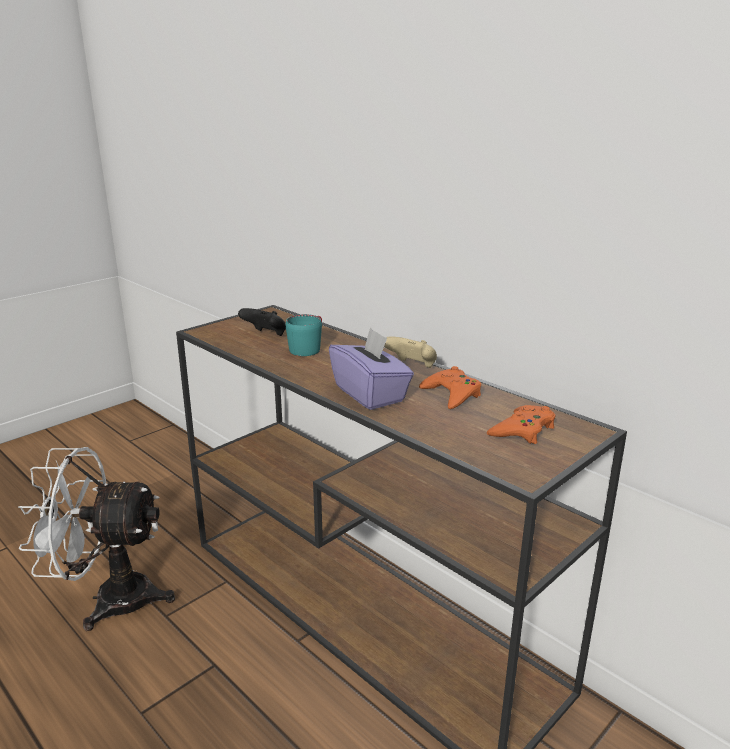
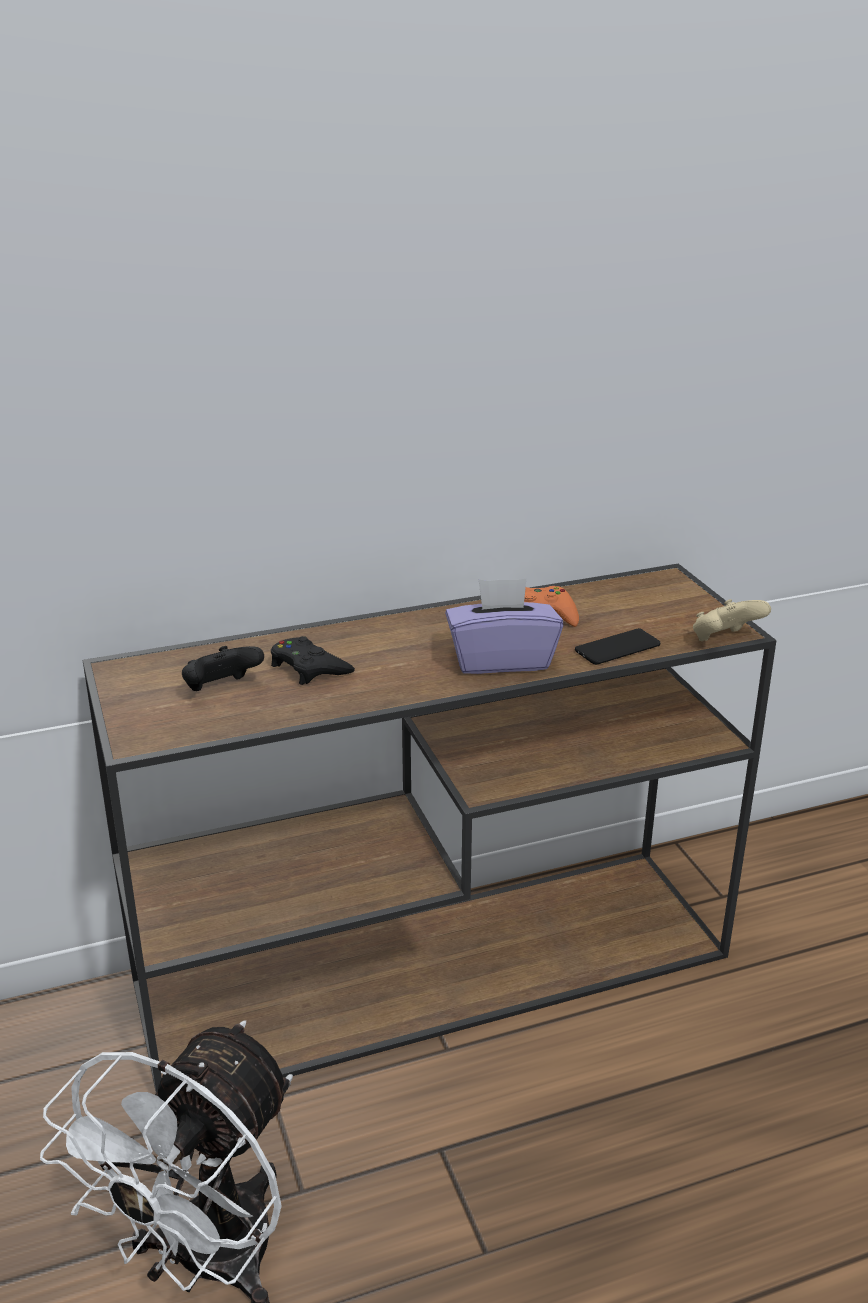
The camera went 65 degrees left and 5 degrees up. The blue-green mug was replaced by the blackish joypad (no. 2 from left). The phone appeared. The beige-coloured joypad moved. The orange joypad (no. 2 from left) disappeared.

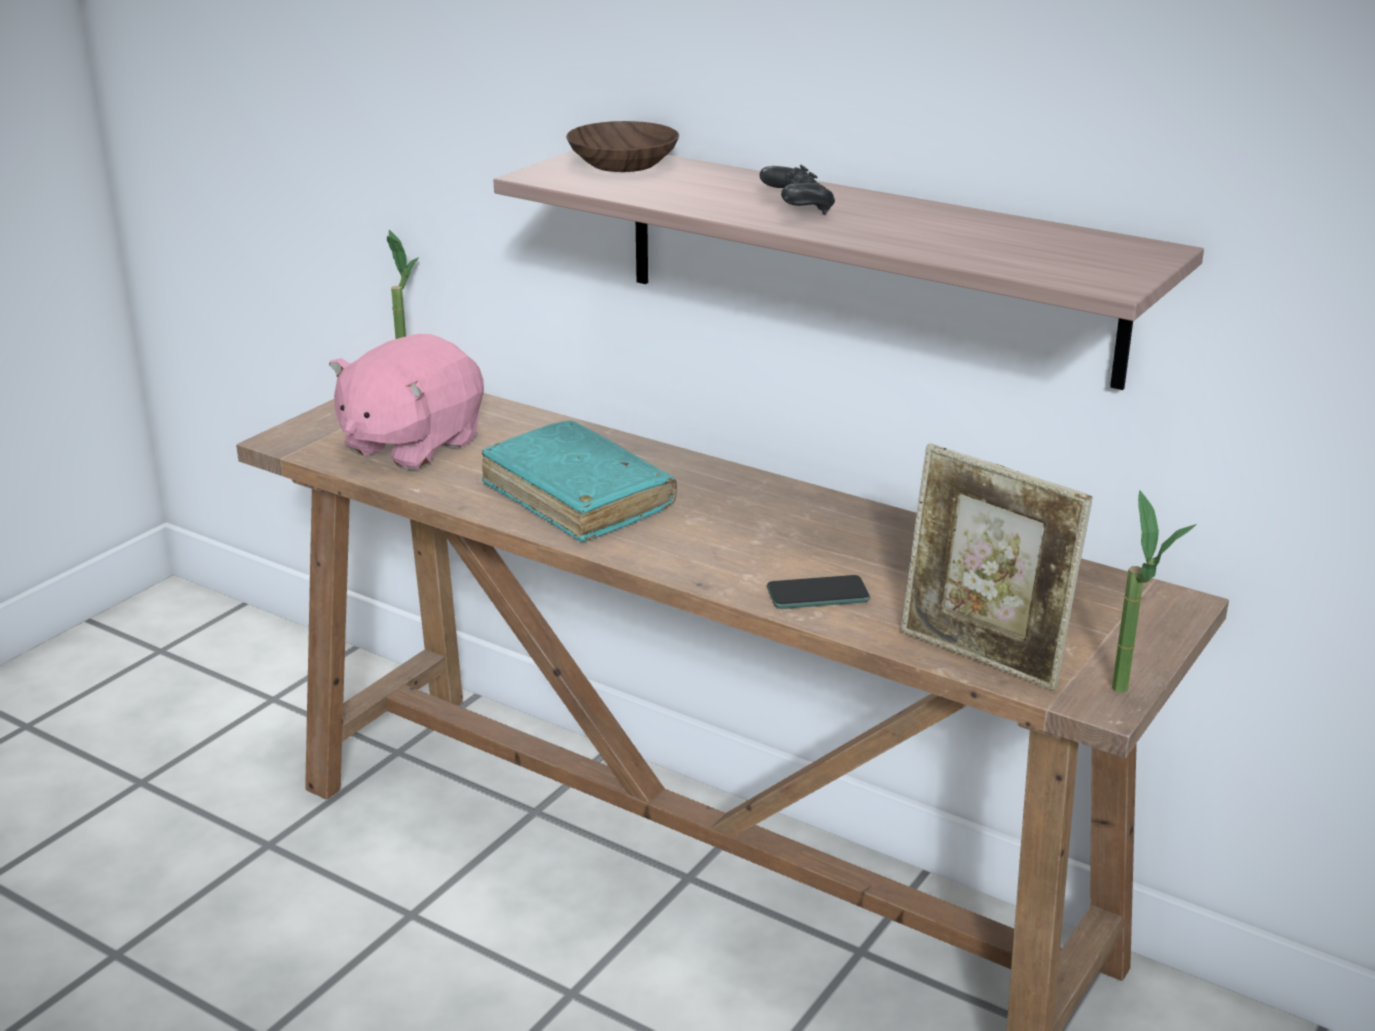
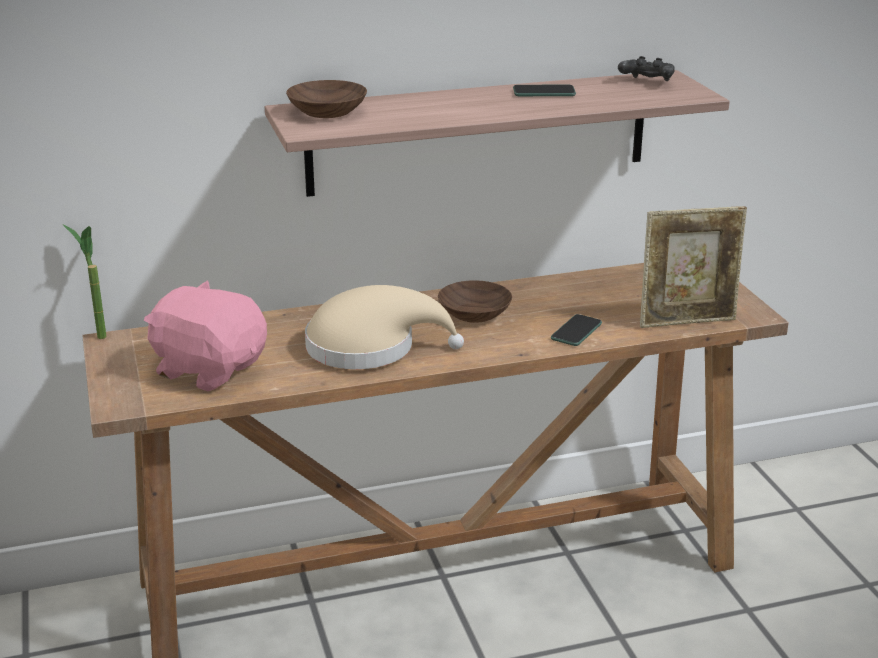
The camera went 50 degrees left and 0 degrees up. The pinkish soft toy turned 135 degrees clockwise. The blue-green bound book was replaced by the beige-coloured clothing hat. The brown-coloured deep dish (no. 2 from left) appeared. The phone (no. 1 from left) appeared. The blackish joypad moved. The plant in a pot (no. 2 from left) disappeared.

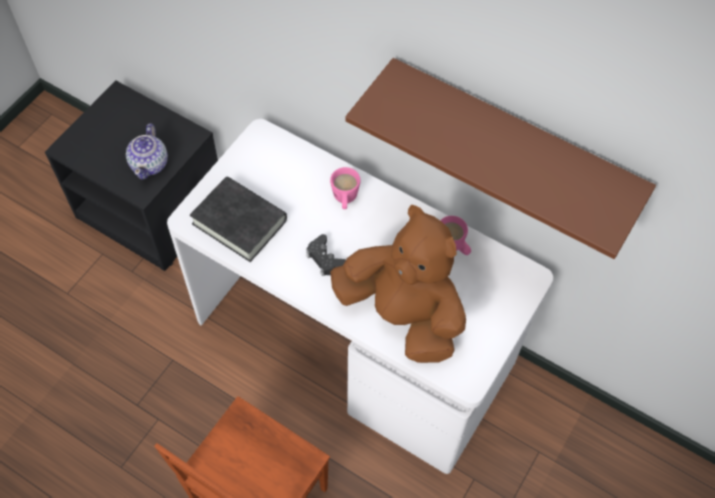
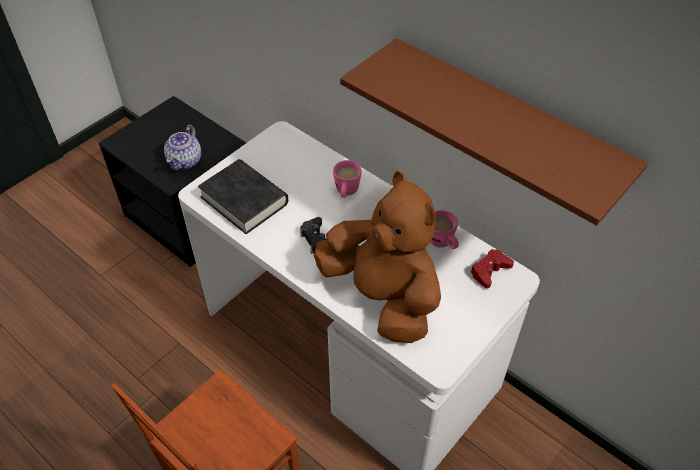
The camera went 10 degrees right and 10 degrees down. The reddish joypad appeared.

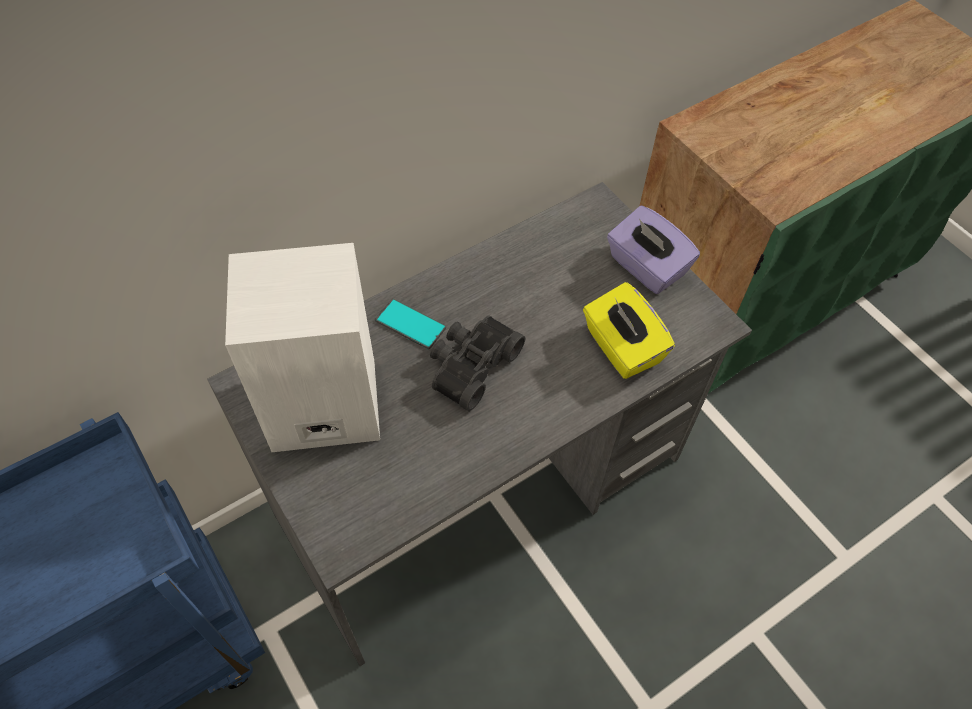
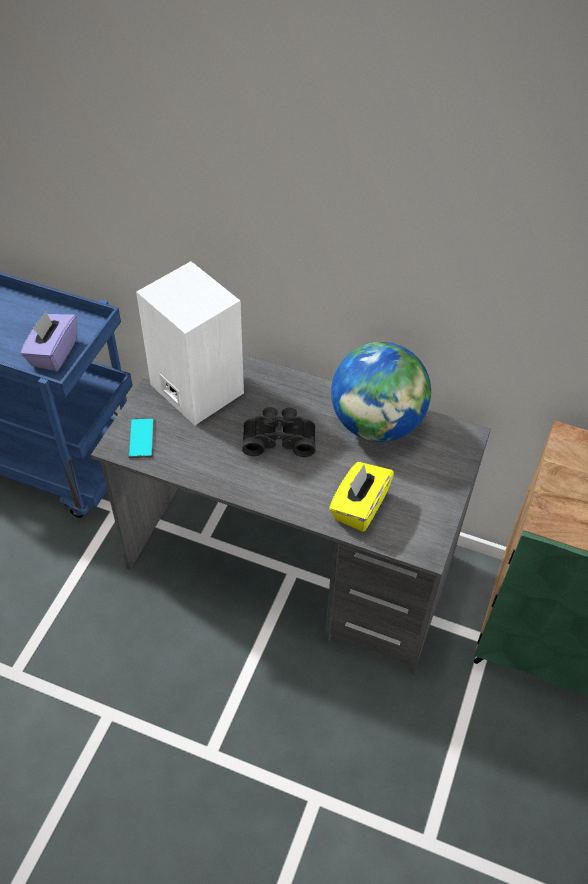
The camera went 55 degrees right and 5 degrees down. The purple box of tissues moved. The phone moved. The world globe appeared.

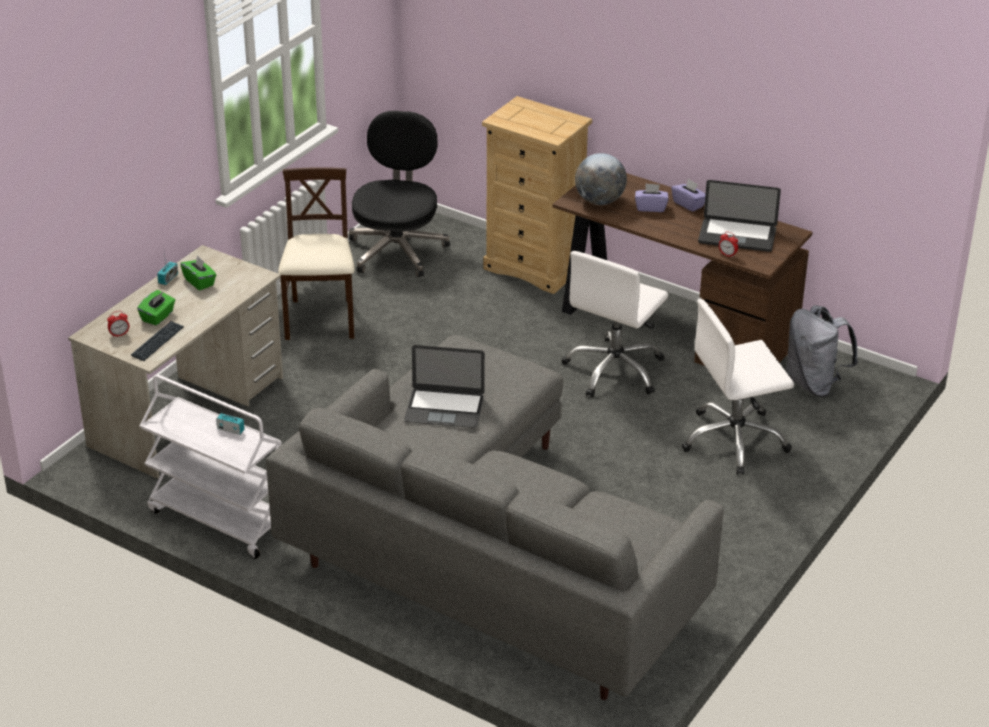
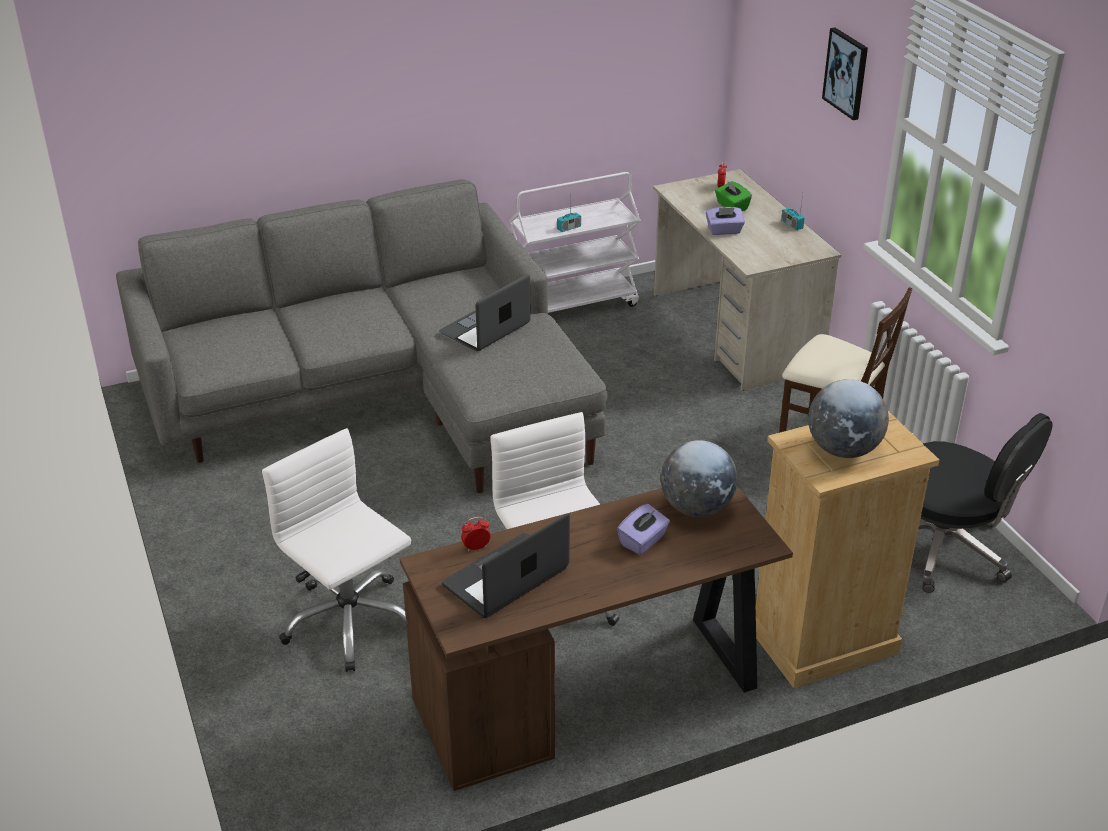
The camera went 125 degrees right and 0 degrees up. The white desk chair (no. 2 from left in the first image) turned 60 degrees counterclockwise. The purple box of tissues (no. 2 from left) moved. The world globe (no. 2 from left) appeared. The picture appeared. The PC keyboard disappeared. The green box of tissues (no. 2 from left) disappeared. The greyish backpack disappeared.

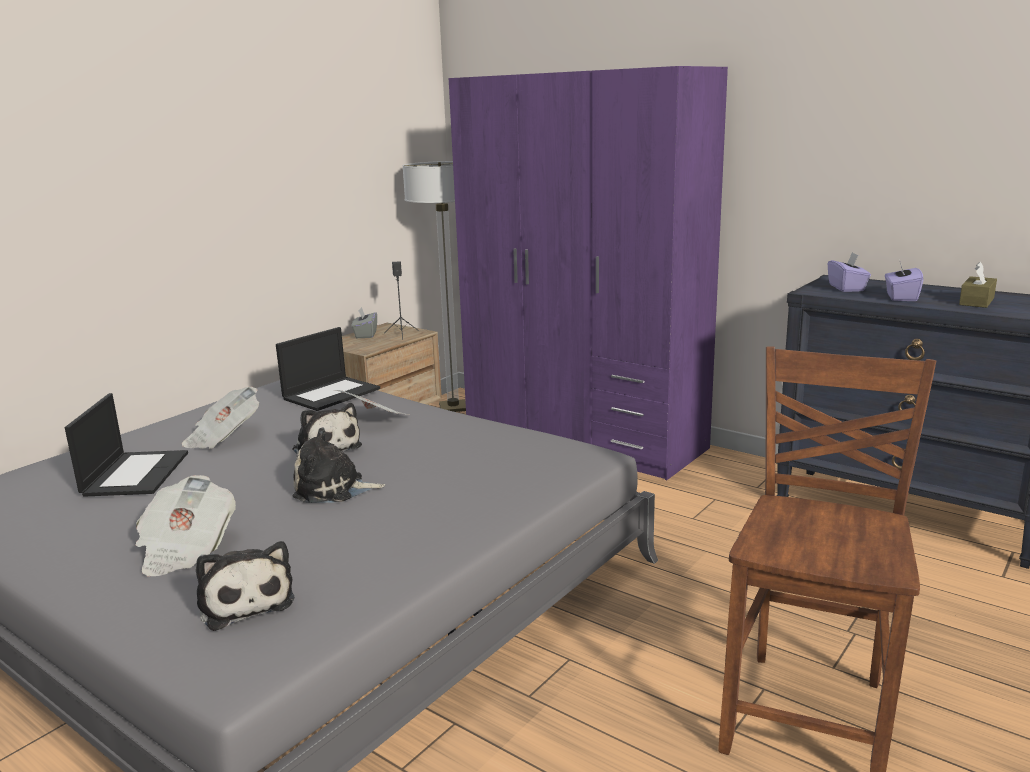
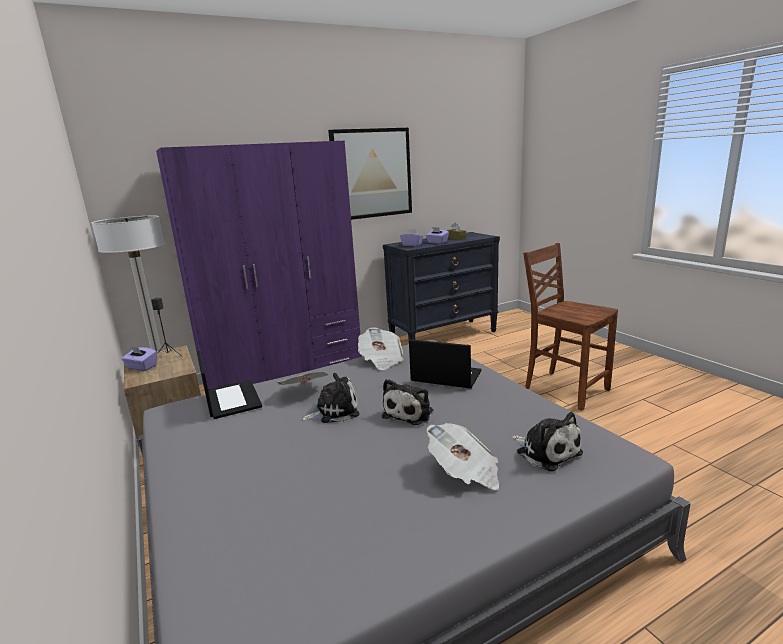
The camera went 65 degrees left and 0 degrees up. The greyish box of tissues became the purple box of tissues (no. 1 from left). The picture appeared. The daily paper (no. 2 from left) moved. The notebook computer (no. 1 from left in the first image) moved. The soft toy (no. 1 from left in the first image) turned 60 degrees clockwise.

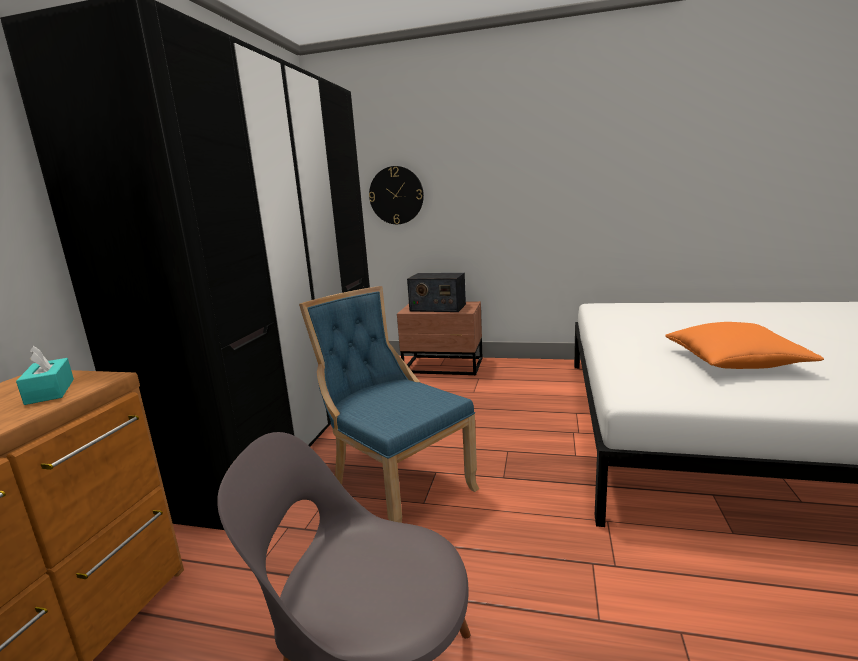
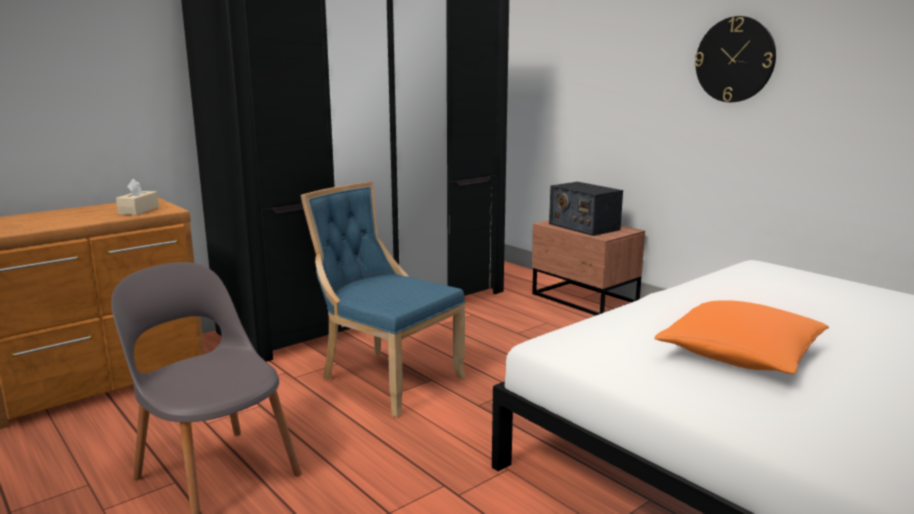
The camera went 35 degrees right and 0 degrees up. The blue-green box of tissues became the beige-coloured box of tissues. The blue-coloured chair turned 45 degrees counterclockwise. The clock on the wall moved.

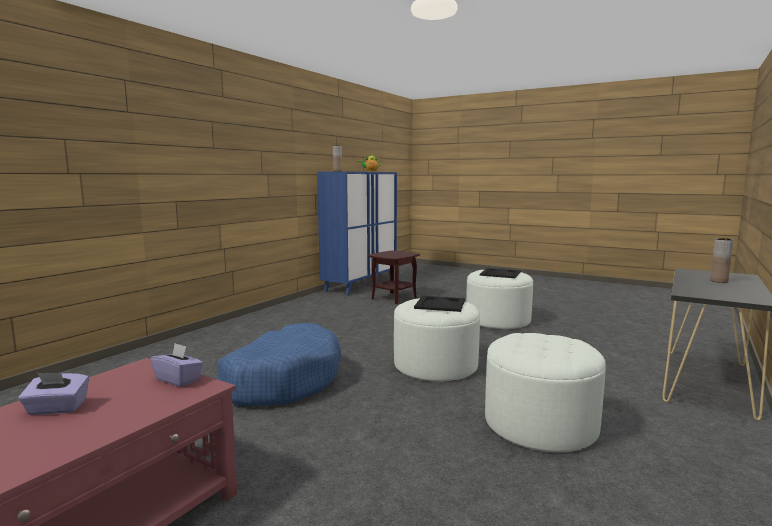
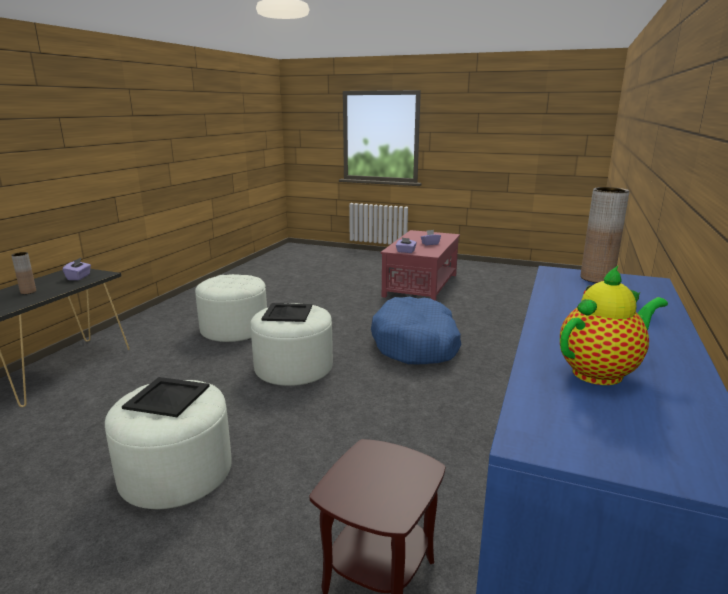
The camera went 170 degrees right and 10 degrees up. The purple box of tissues (no. 1 from left) appeared.

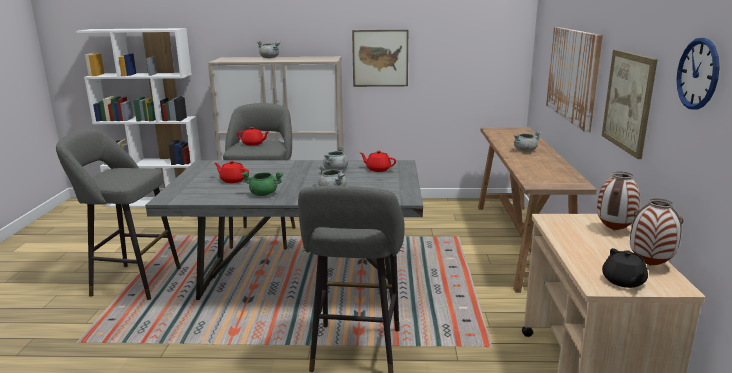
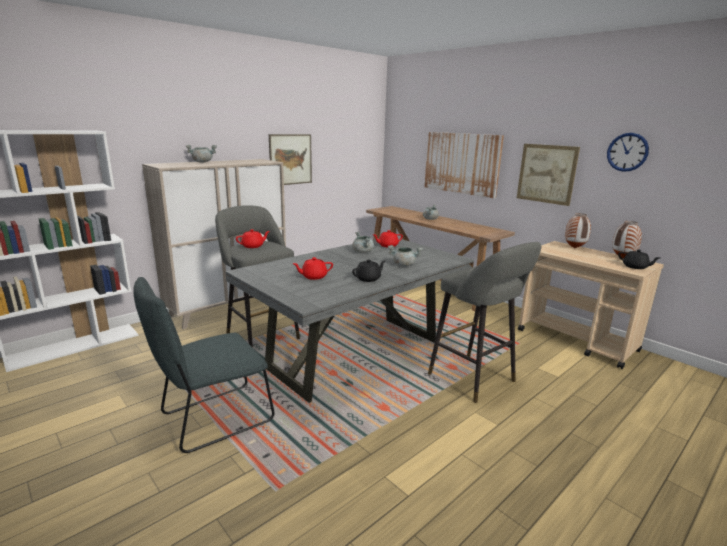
The camera went 45 degrees left and 0 degrees up. The greyish stool seat (no. 1 from left) was replaced by the greyish chair. The green saucepot was replaced by the blackish pot for tea (no. 1 from left).

